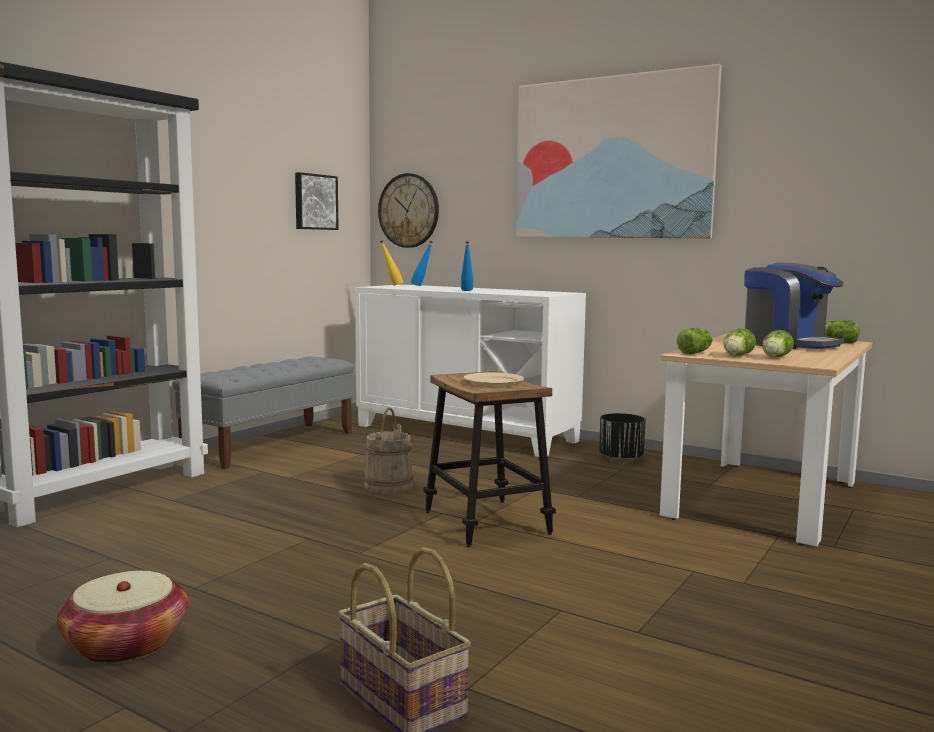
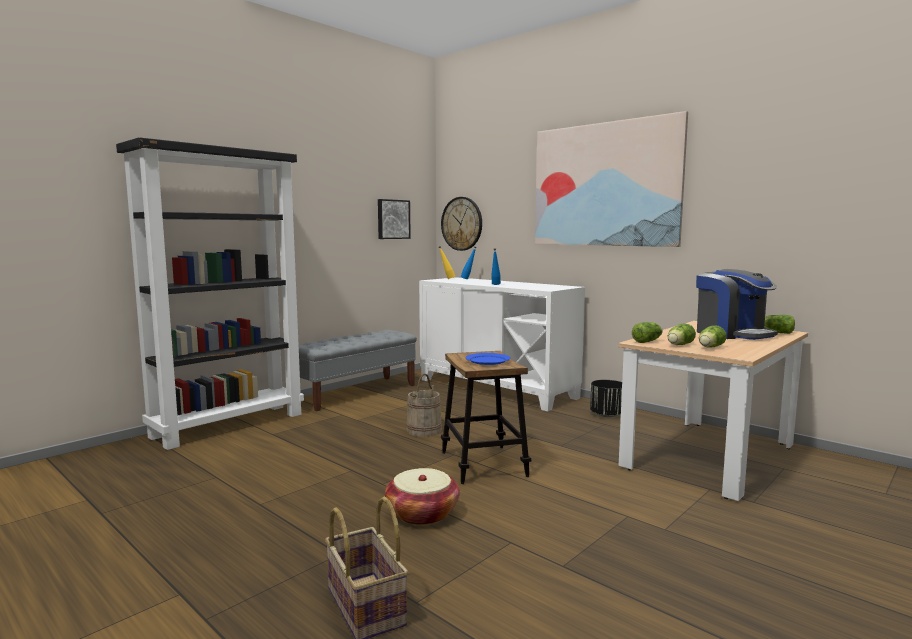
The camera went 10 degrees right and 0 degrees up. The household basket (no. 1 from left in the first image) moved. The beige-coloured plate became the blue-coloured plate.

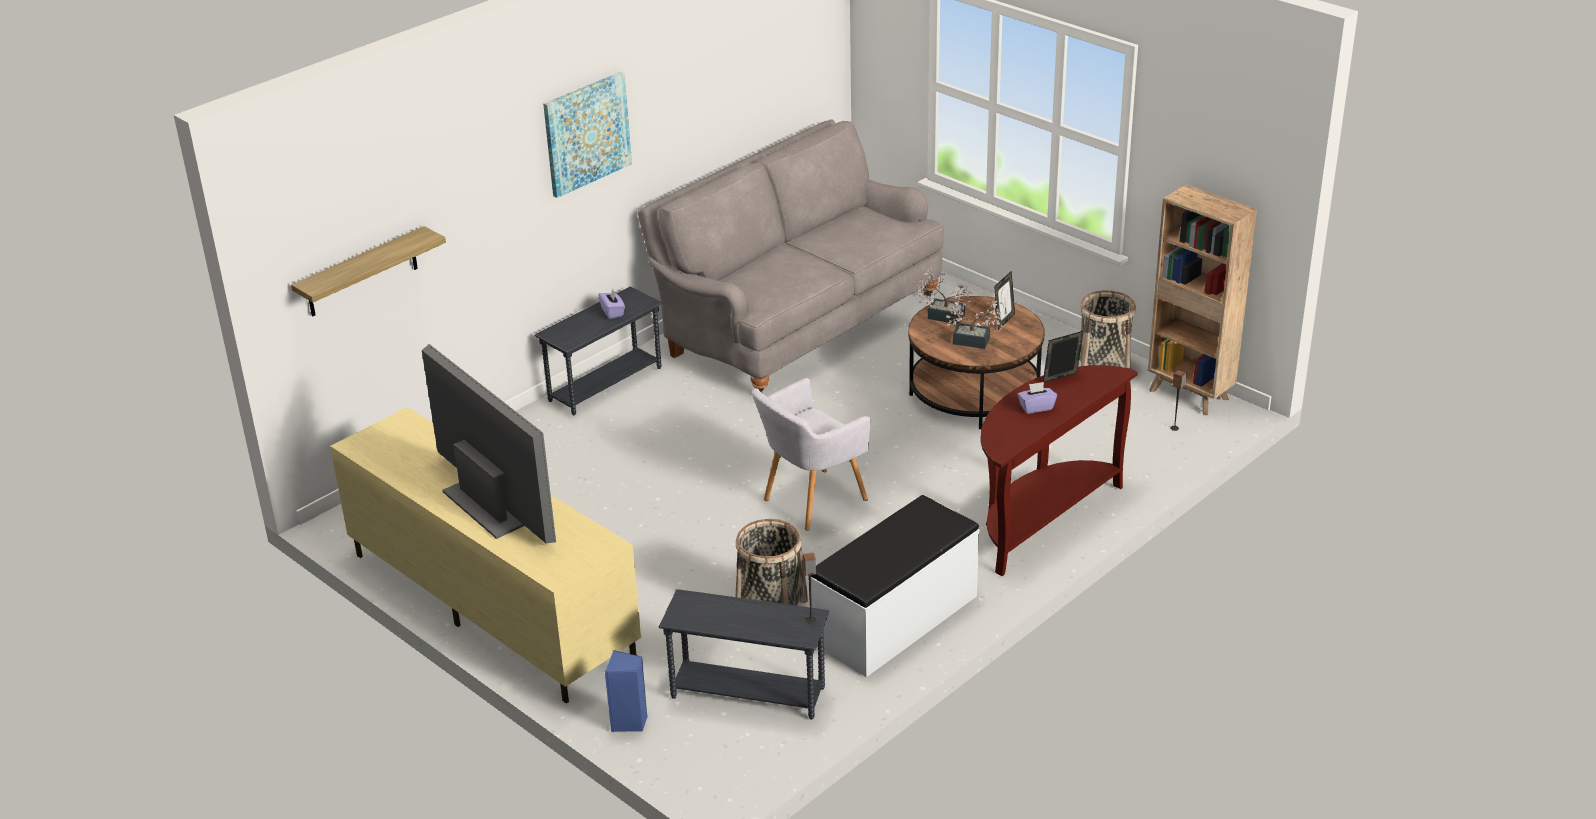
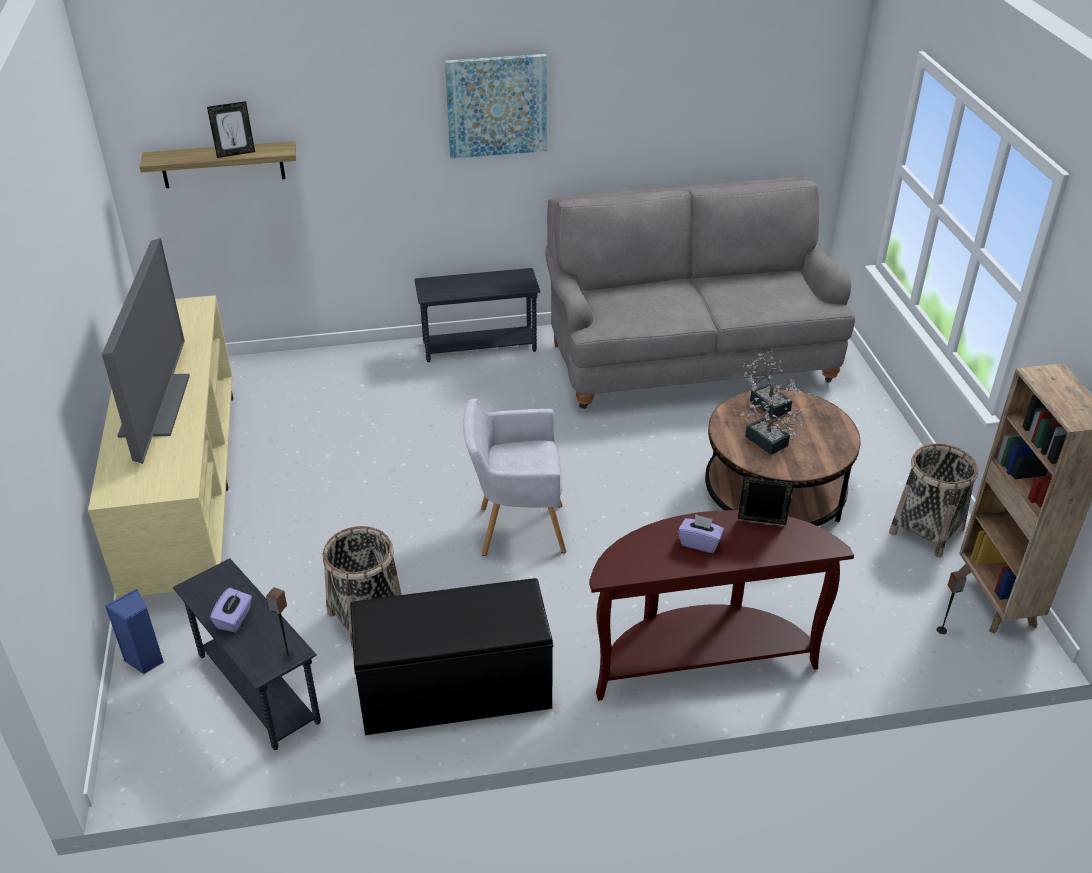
The camera went 35 degrees right and 5 degrees up. The standing frame (no. 1 from left) moved. The purple box of tissues (no. 1 from left) moved. The white bench became the blackish bench.

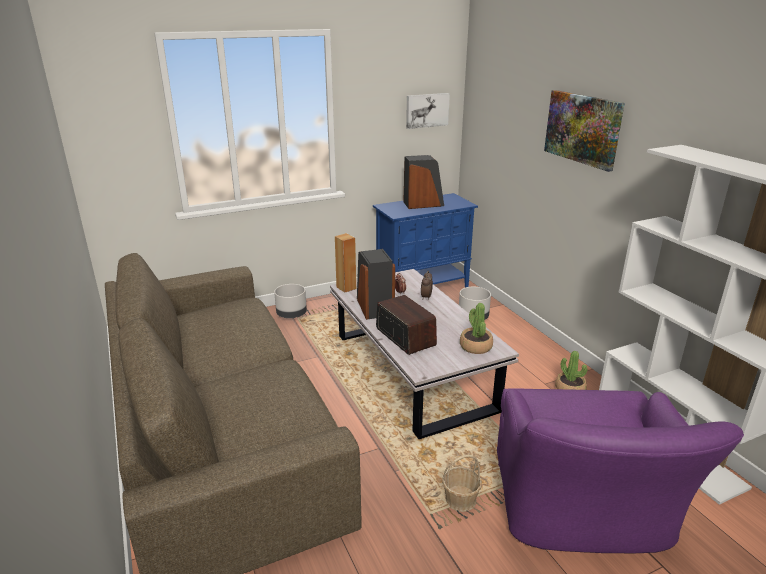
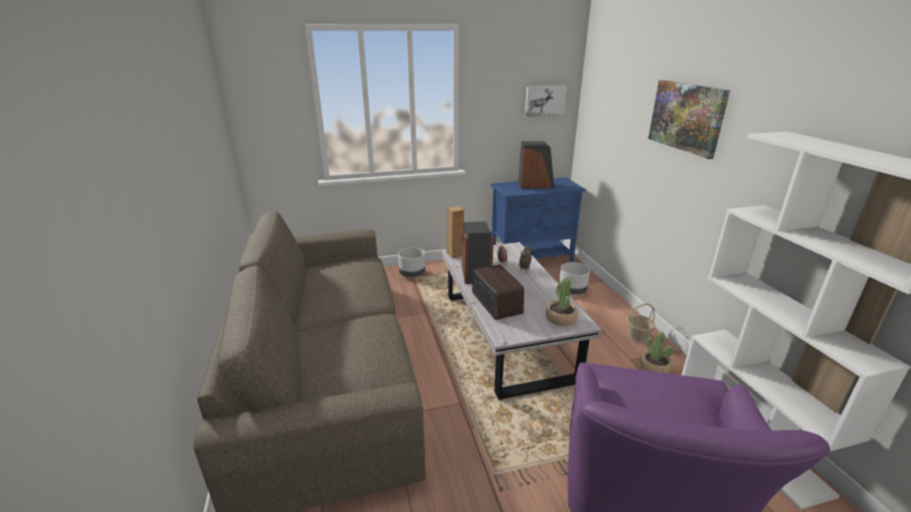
The camera went 10 degrees right and 0 degrees up. The household basket moved.

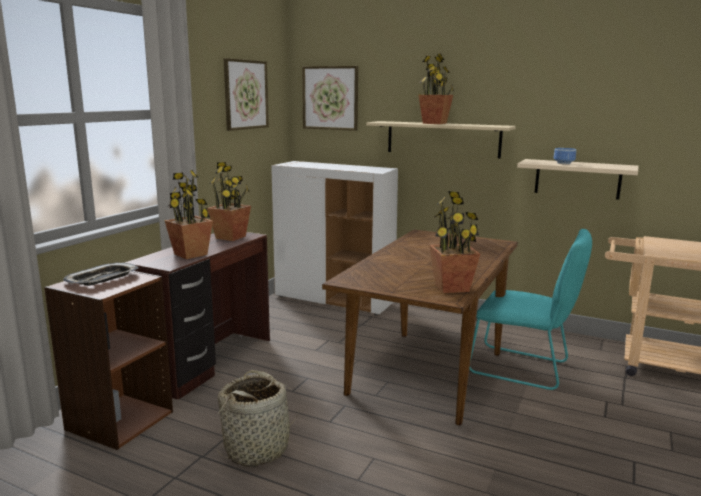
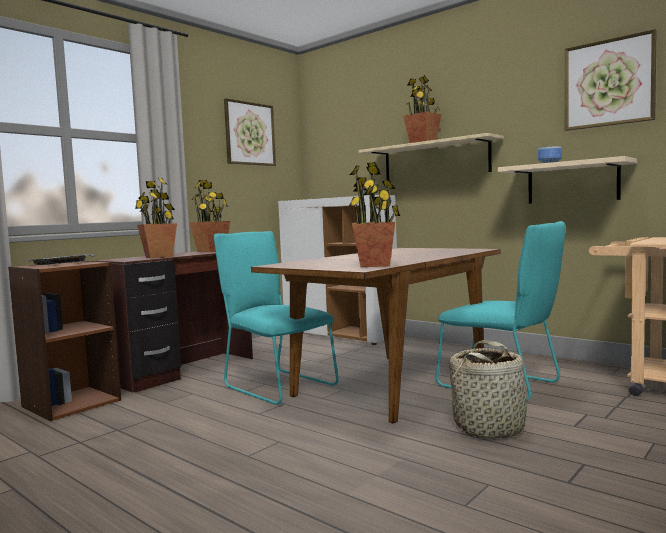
The camera went 15 degrees right and 10 degrees down. The blue-green chair (no. 1 from left) appeared. The household basket moved. The picture (no. 2 from left) moved.

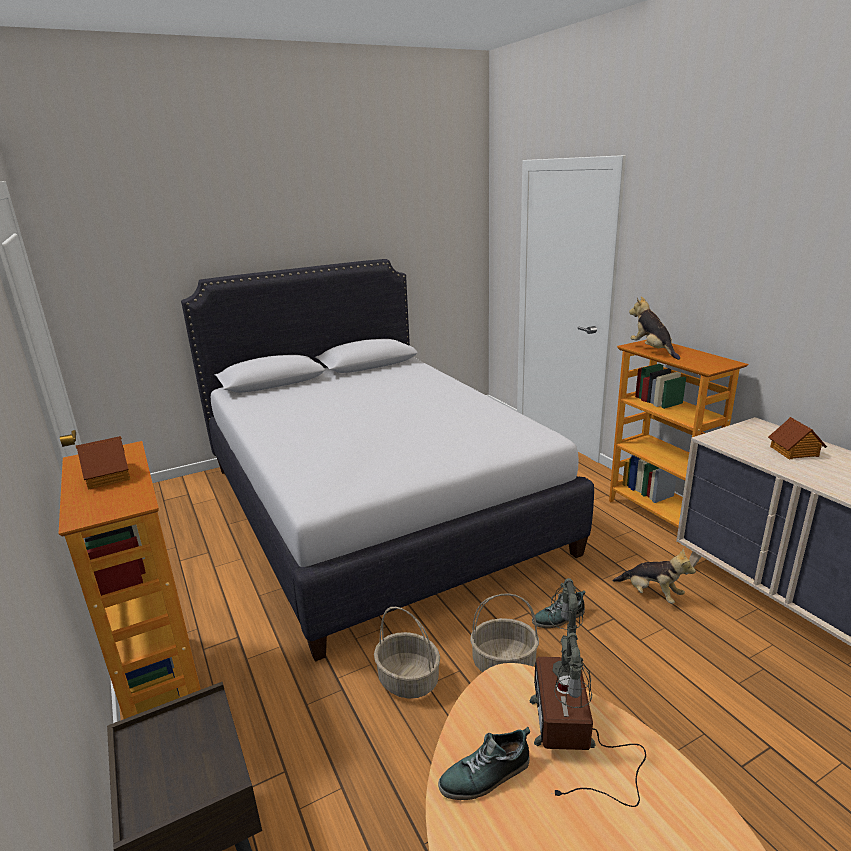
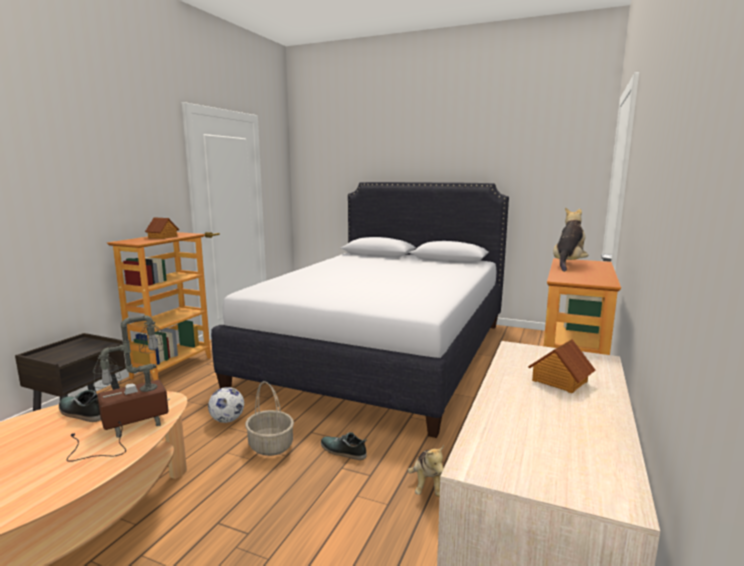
The camera went 50 degrees right and 10 degrees down. The household basket (no. 1 from left) was replaced by the ball for football.

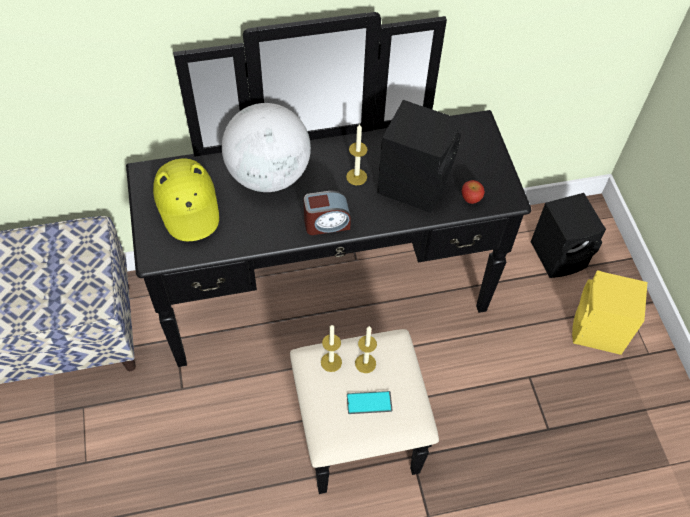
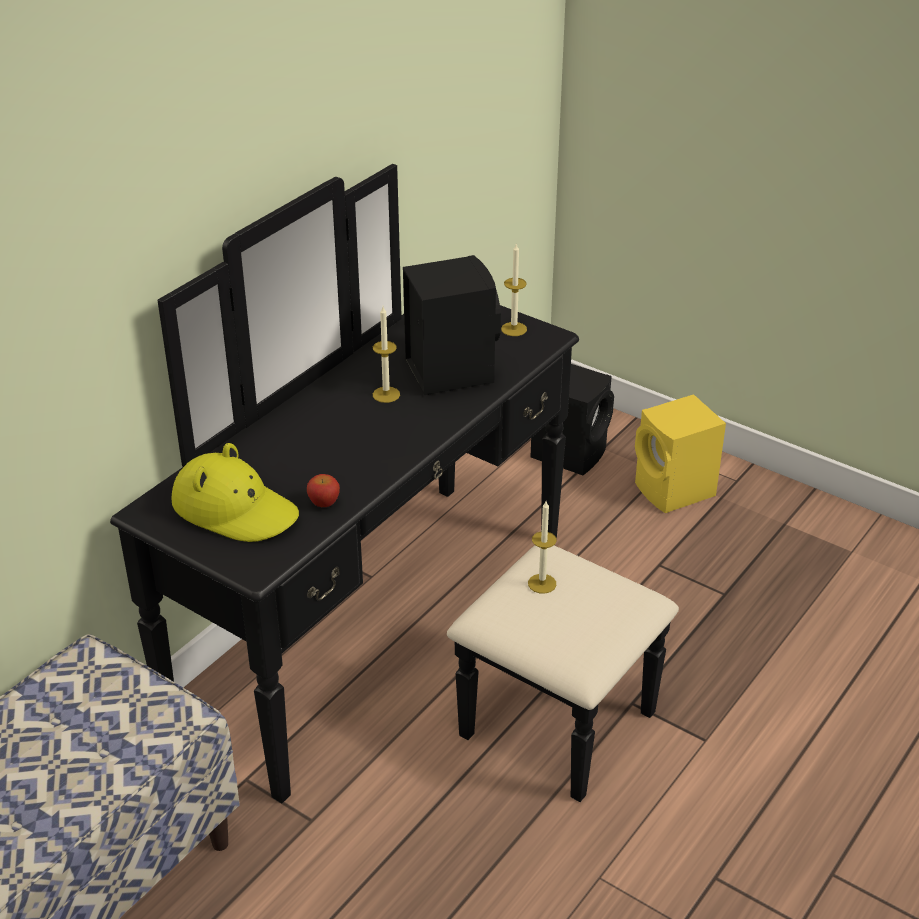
The camera went 40 degrees left and 20 degrees down. The apple moved. The candle (no. 1 from left in the first image) moved. The world globe disappeared. The table clock disappeared. The phone disappeared.

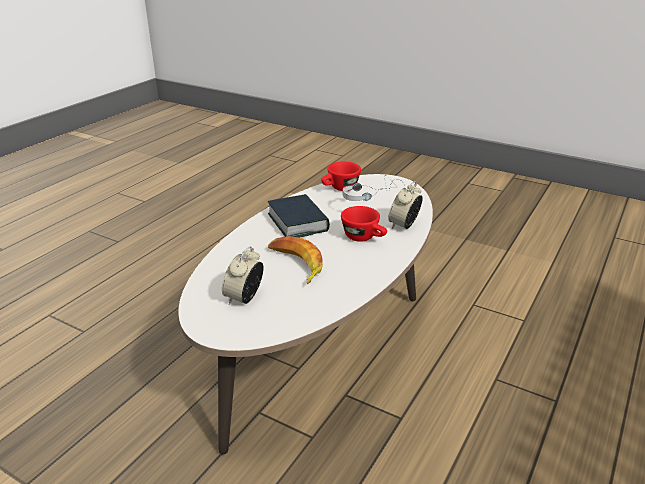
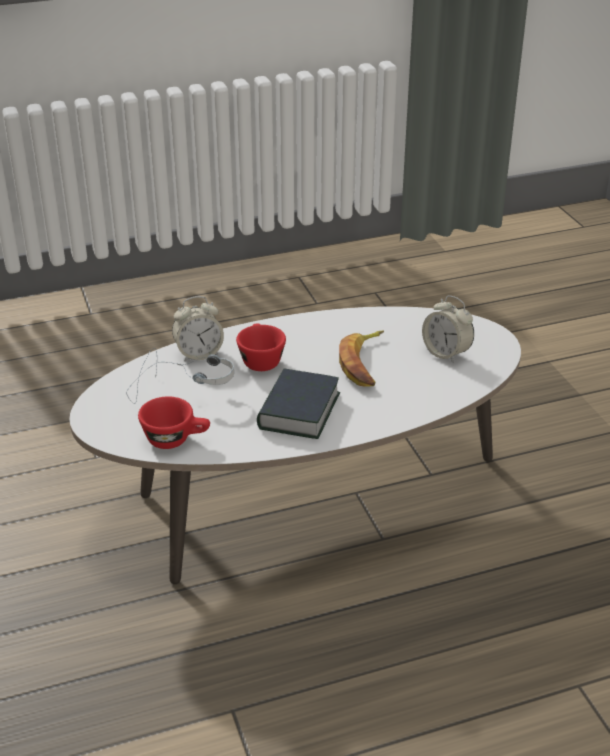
The camera went 140 degrees left and 5 degrees up. The table clock (no. 1 from left in the first image) turned 75 degrees clockwise.

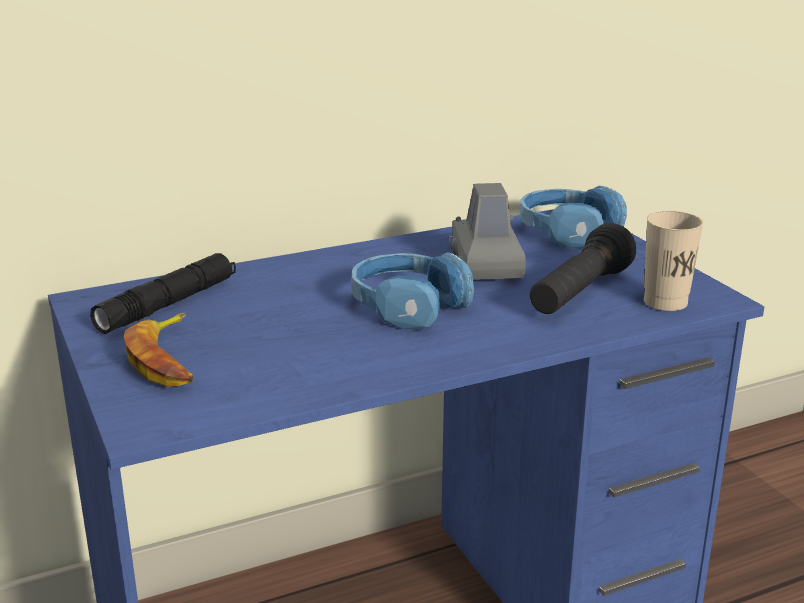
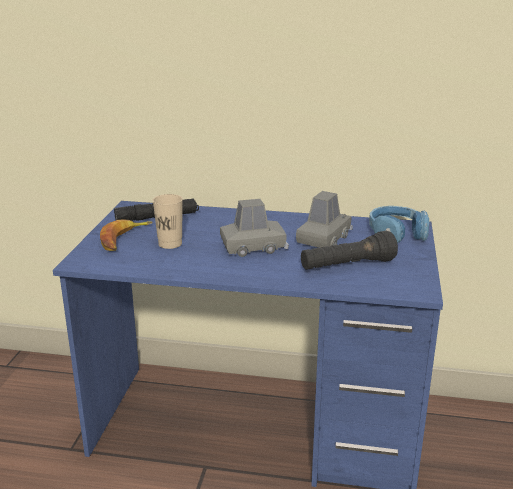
The camera went 35 degrees right and 0 degrees up. The beige-coloured small cup moved. The blue-coloured headset (no. 1 from left) was replaced by the greyish toy car (no. 1 from left).

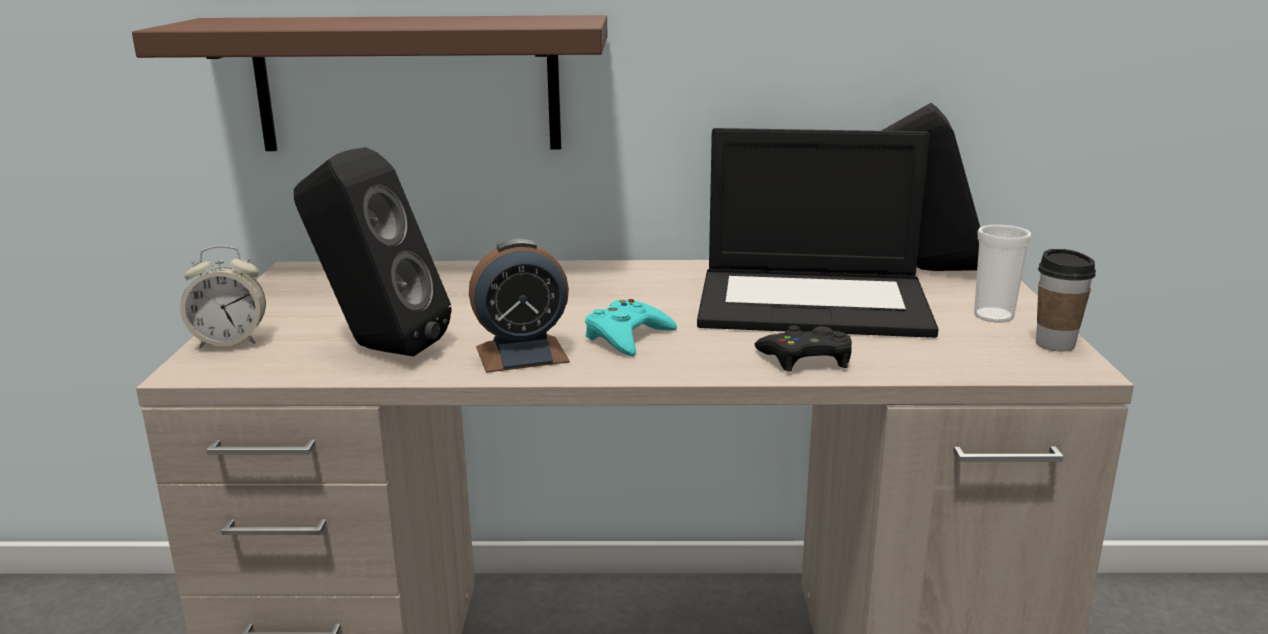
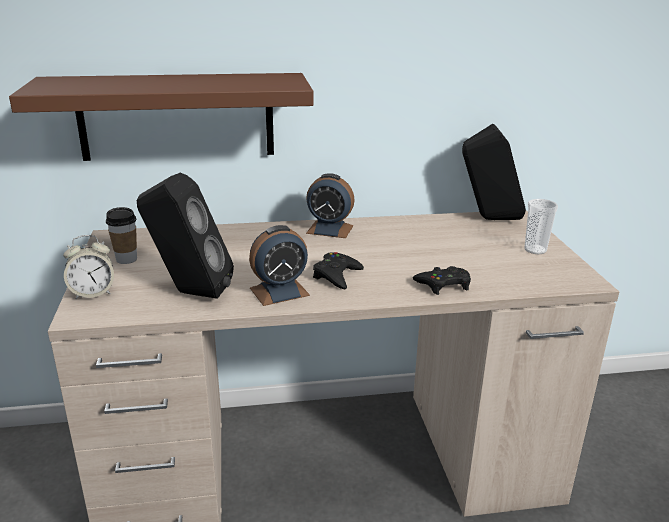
The camera went 10 degrees left and 5 degrees up. The small cup (no. 2 from left in the first image) moved. The table clock (no. 3 from left) appeared. The blue-green joypad became the blackish joypad (no. 1 from left). The notebook computer disappeared.

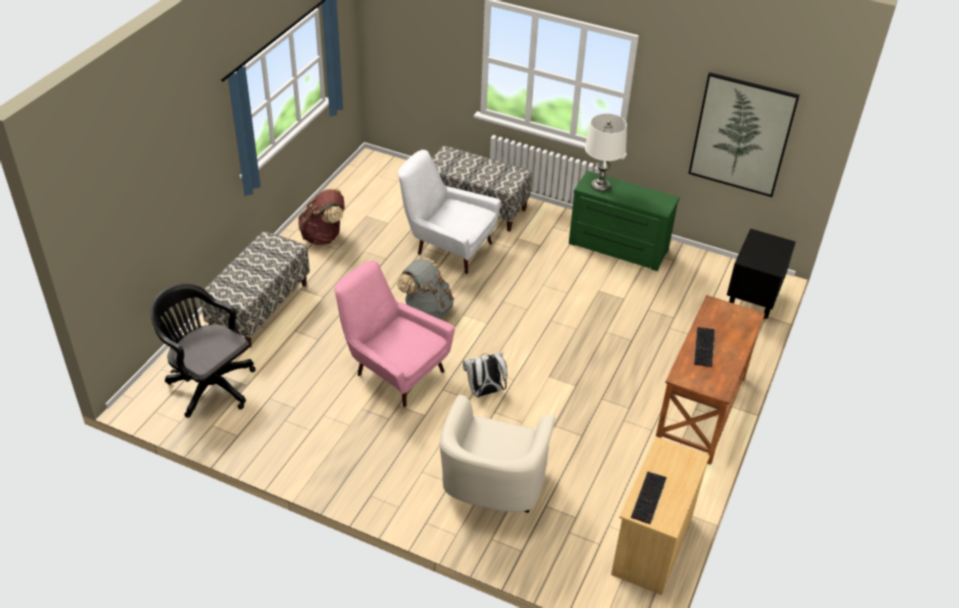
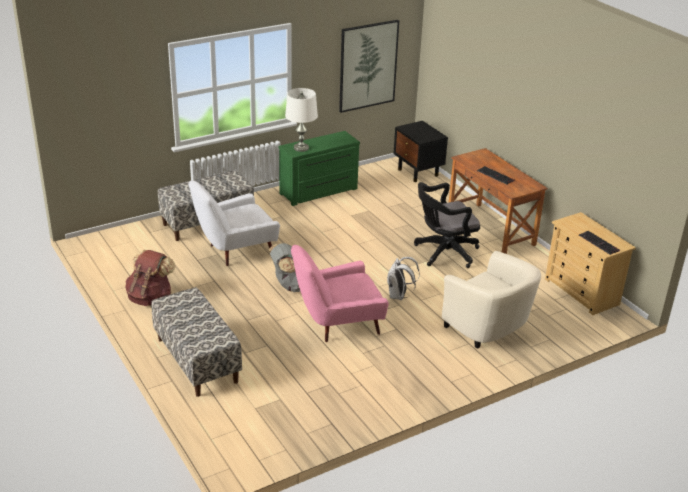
The camera went 55 degrees left and 10 degrees down. The blackish desk chair moved.

